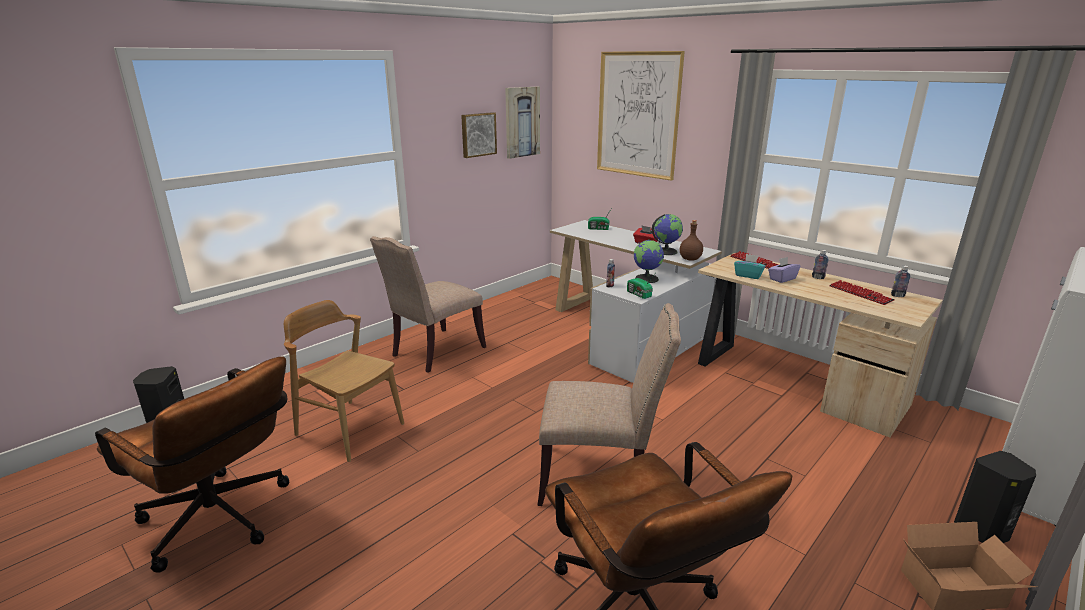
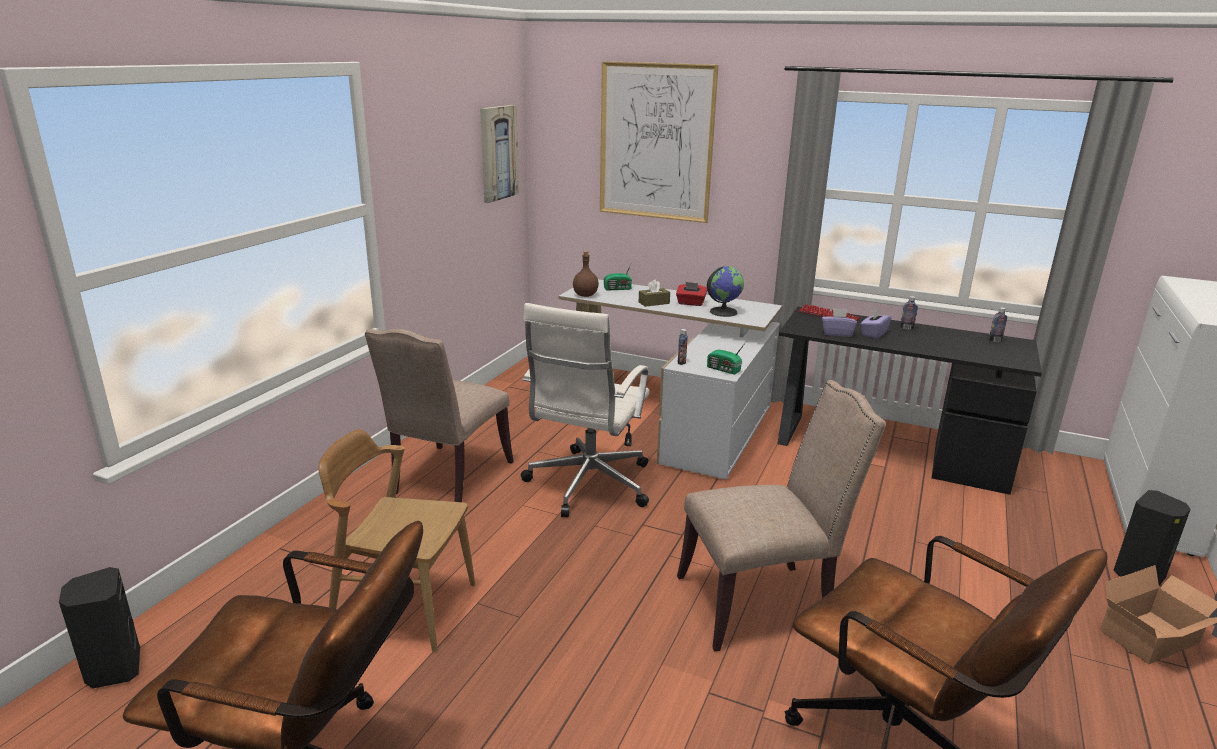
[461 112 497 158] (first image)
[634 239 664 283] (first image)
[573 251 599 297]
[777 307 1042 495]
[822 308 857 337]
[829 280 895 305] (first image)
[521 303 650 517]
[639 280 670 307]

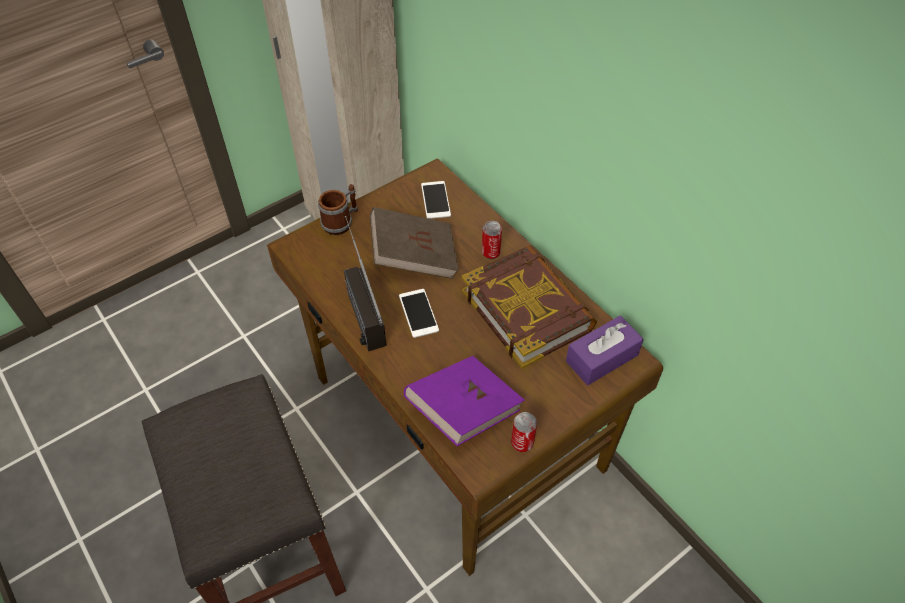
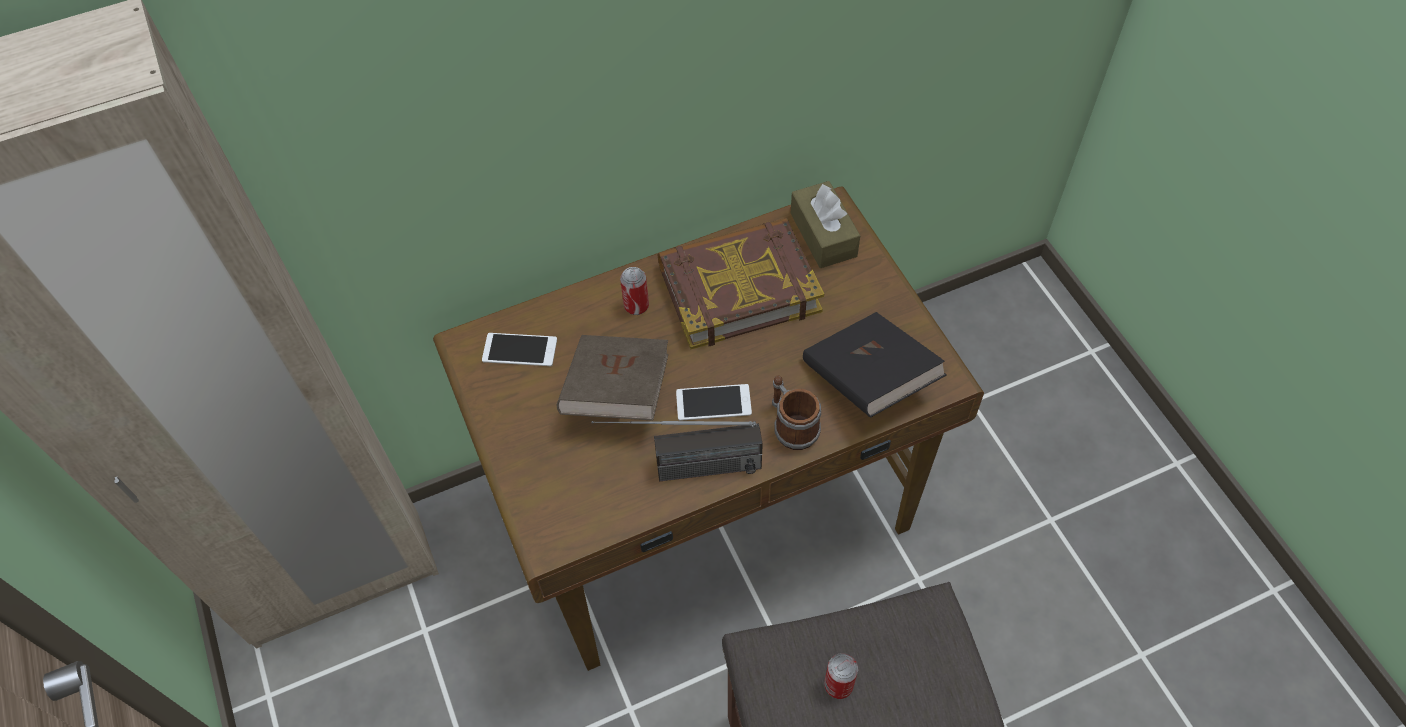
[772 376 821 450]
[803 312 947 418]
[824 653 858 699]
[791 181 860 268]

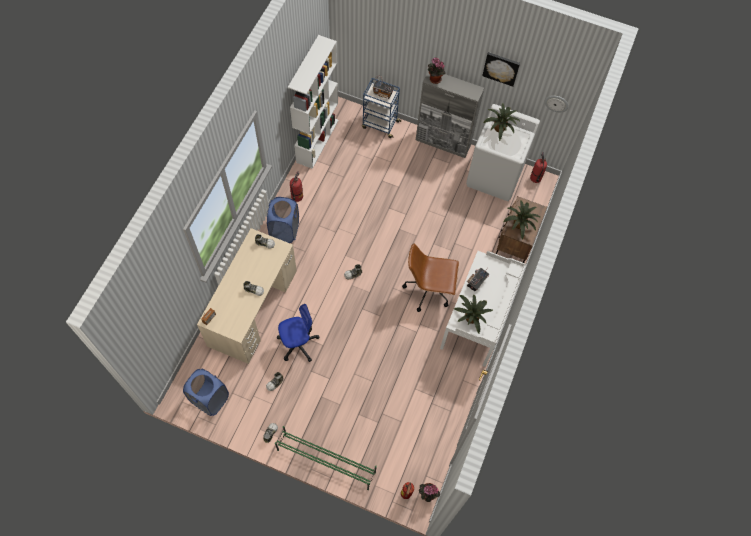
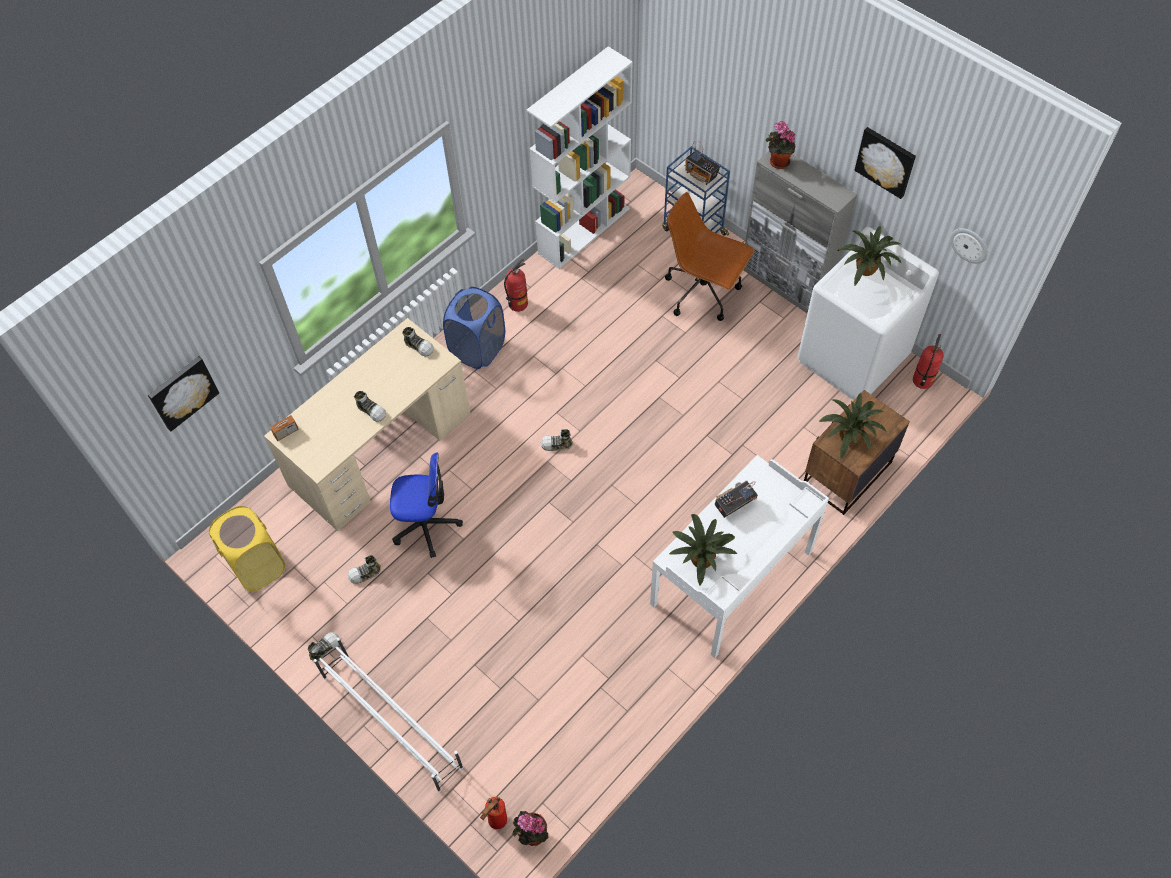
[208 506 285 592]
[314 638 463 792]
[665 192 754 321]
[148 356 219 431]

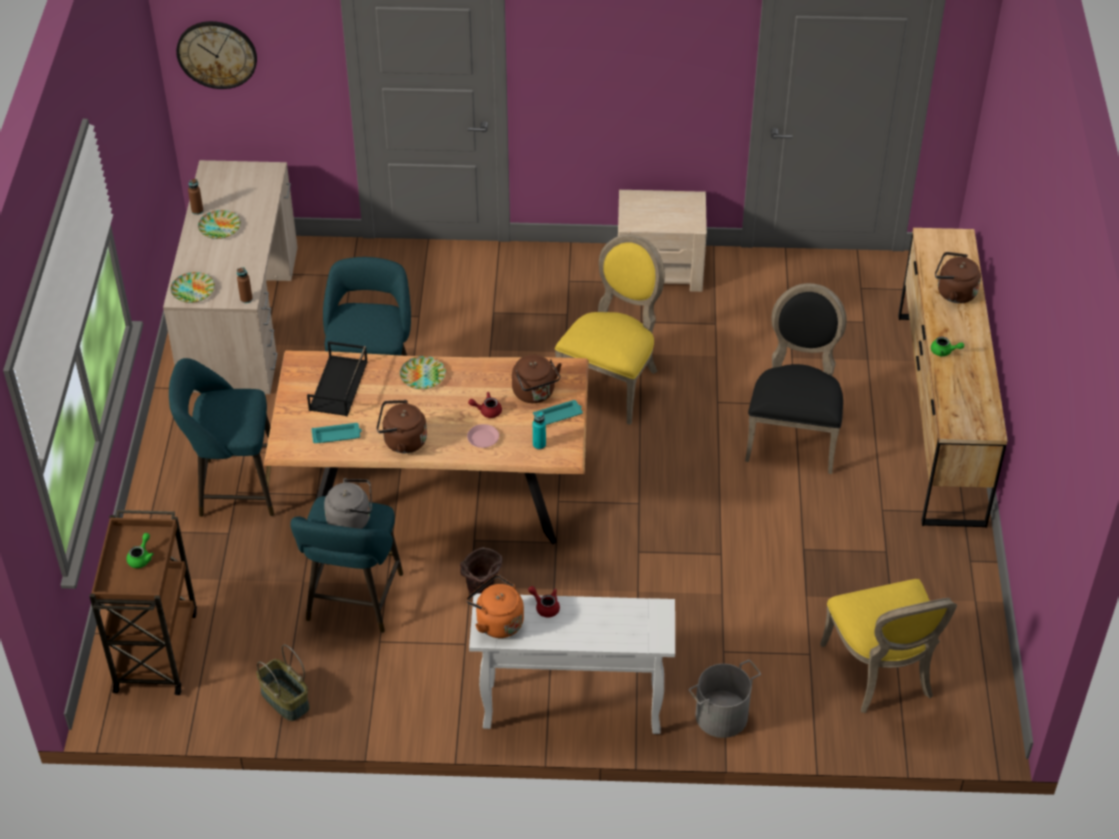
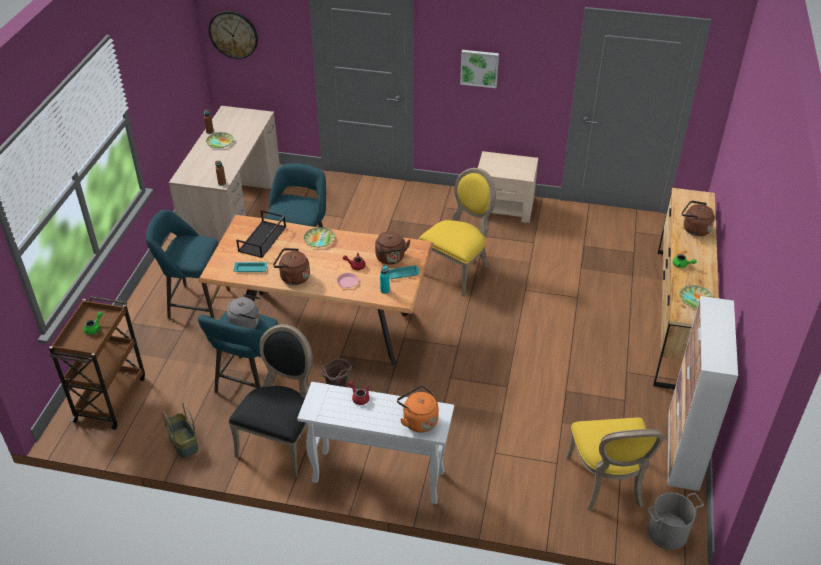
[680 285 714 308]
[397 385 439 433]
[647 493 704 550]
[229 324 313 477]
[460 50 499 88]
[667 296 738 491]

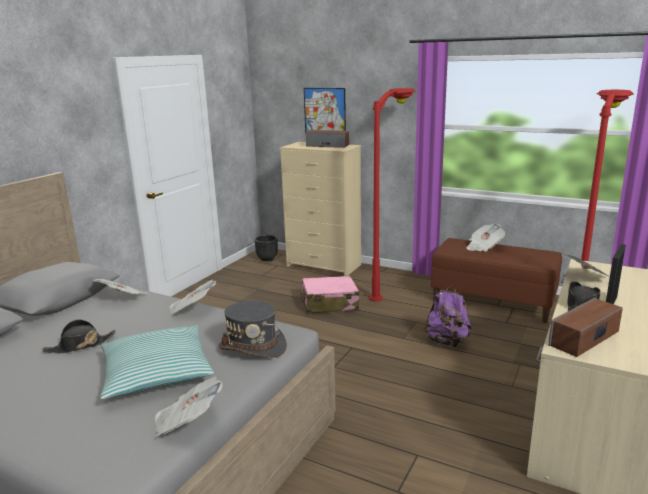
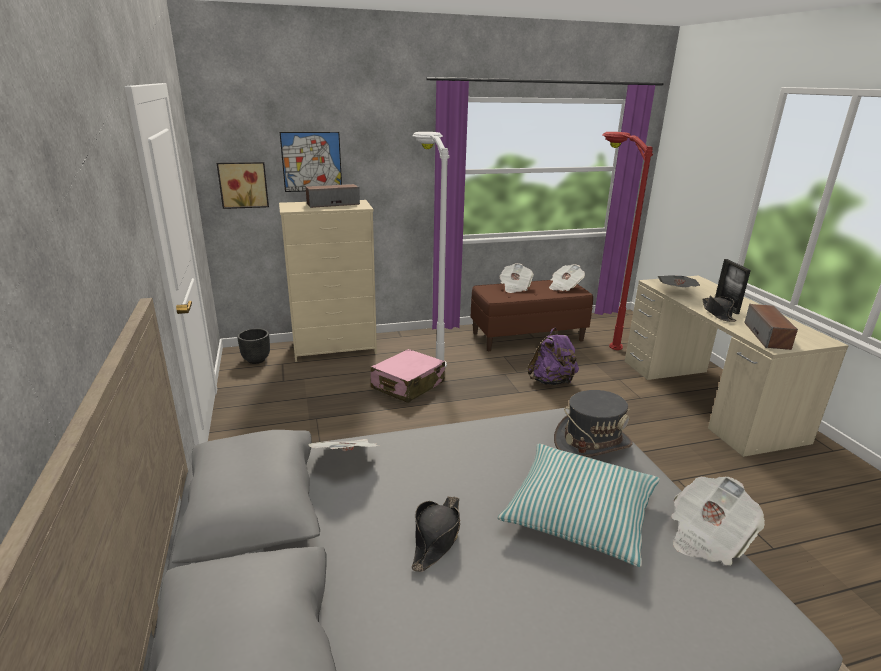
[549 264 585 291]
[412 132 449 367]
[216 162 269 209]

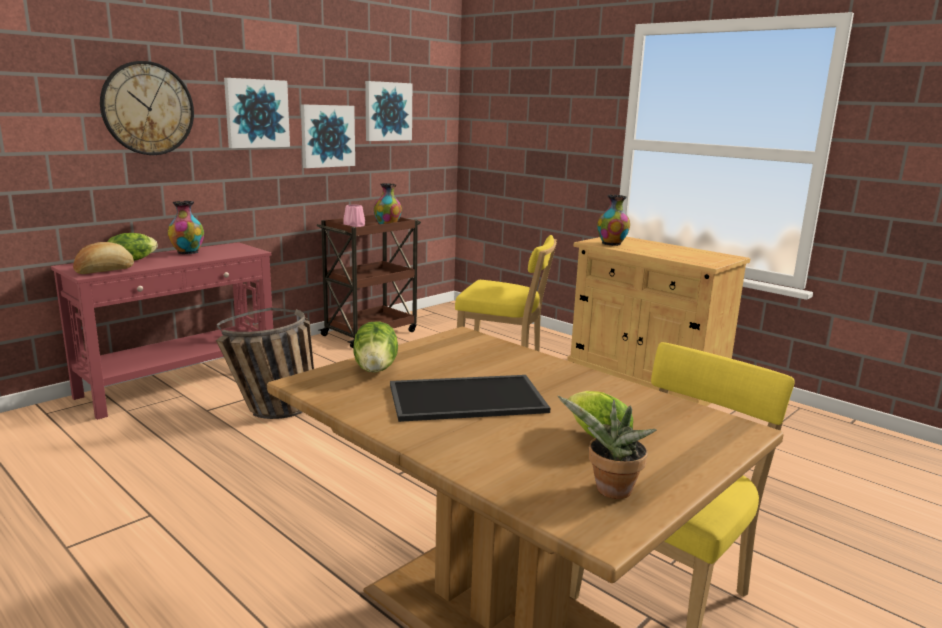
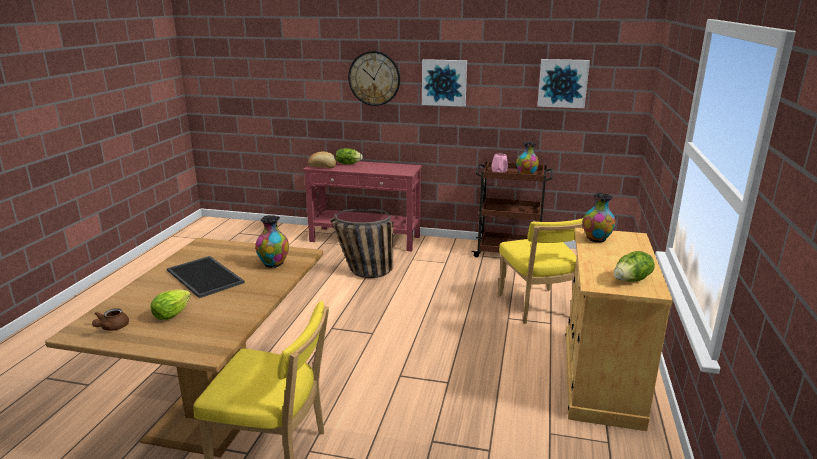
[255 215 289 268]
[301 104 355 168] (first image)
[614 251 655 282]
[92 308 129 331]

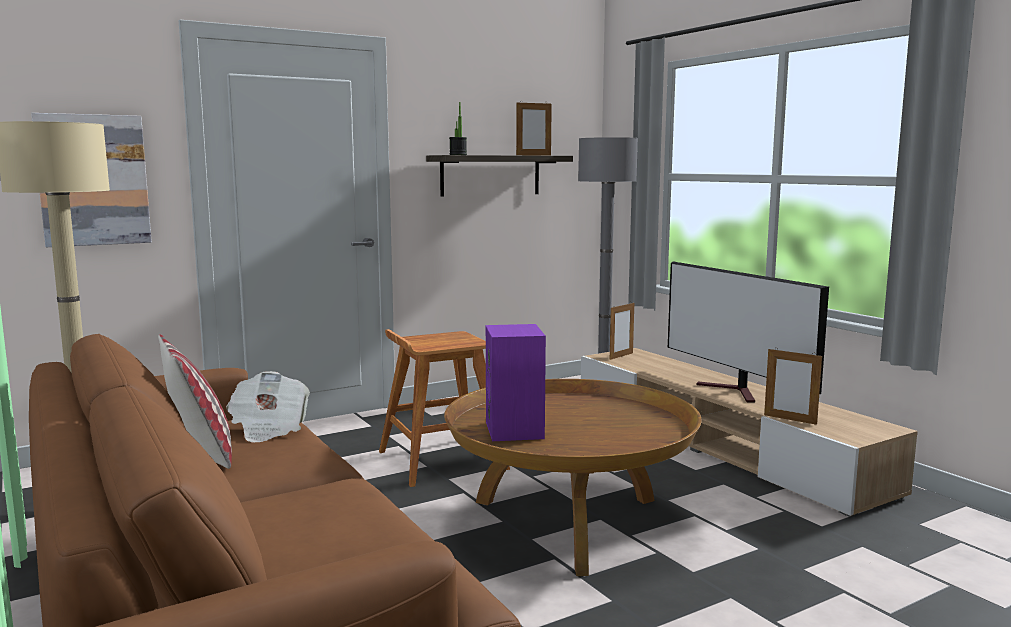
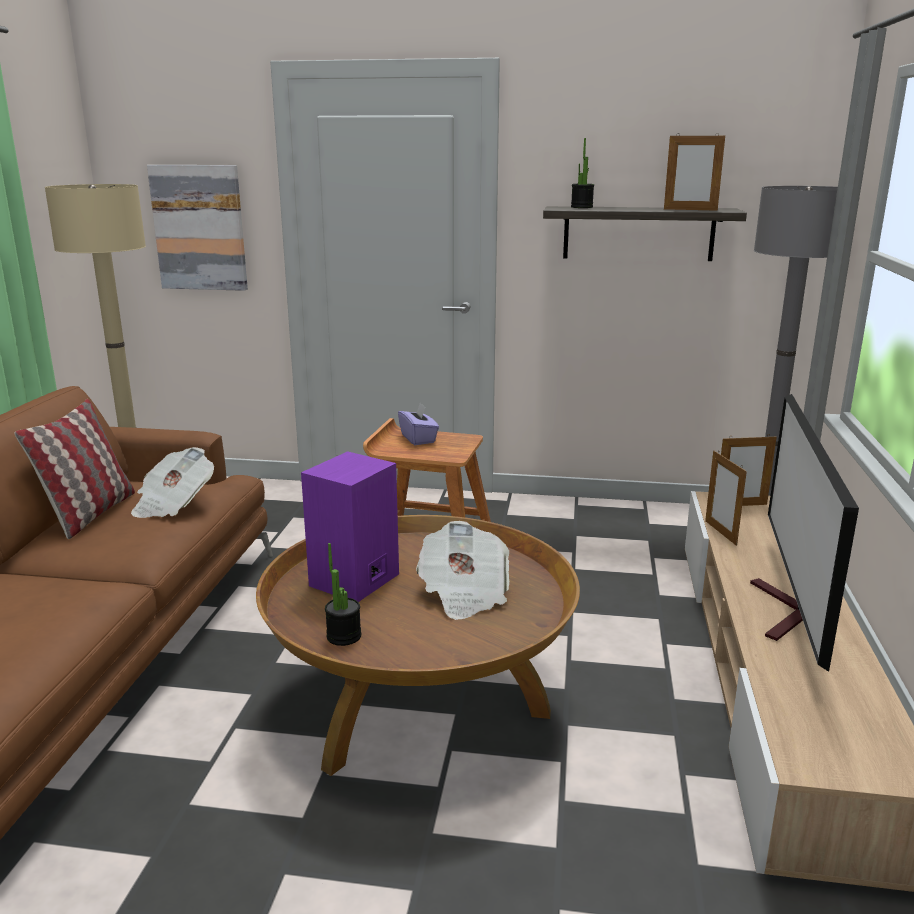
[705 451 747 546]
[325 543 361 646]
[398 403 439 445]
[416 521 509 620]

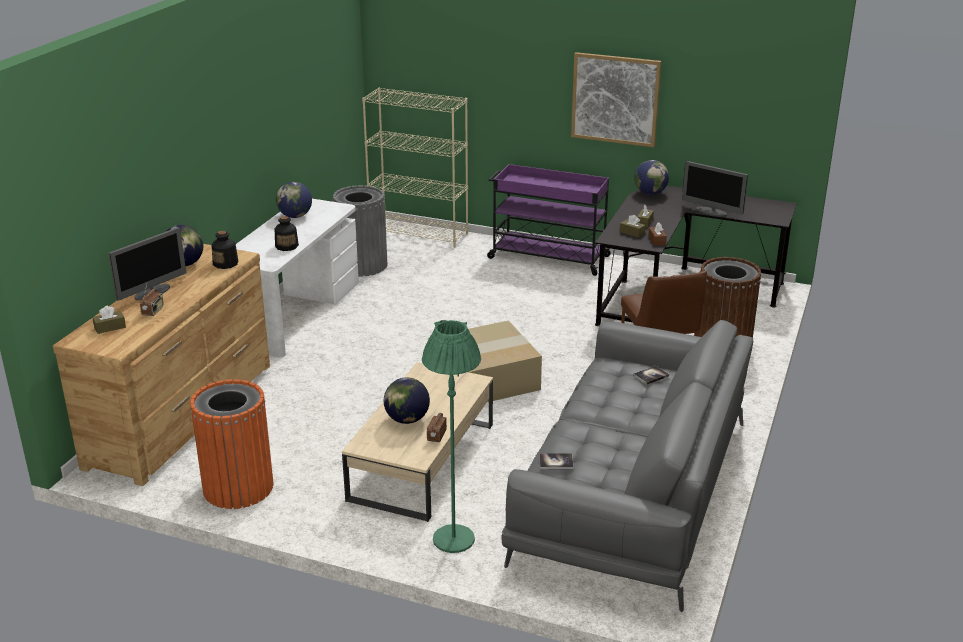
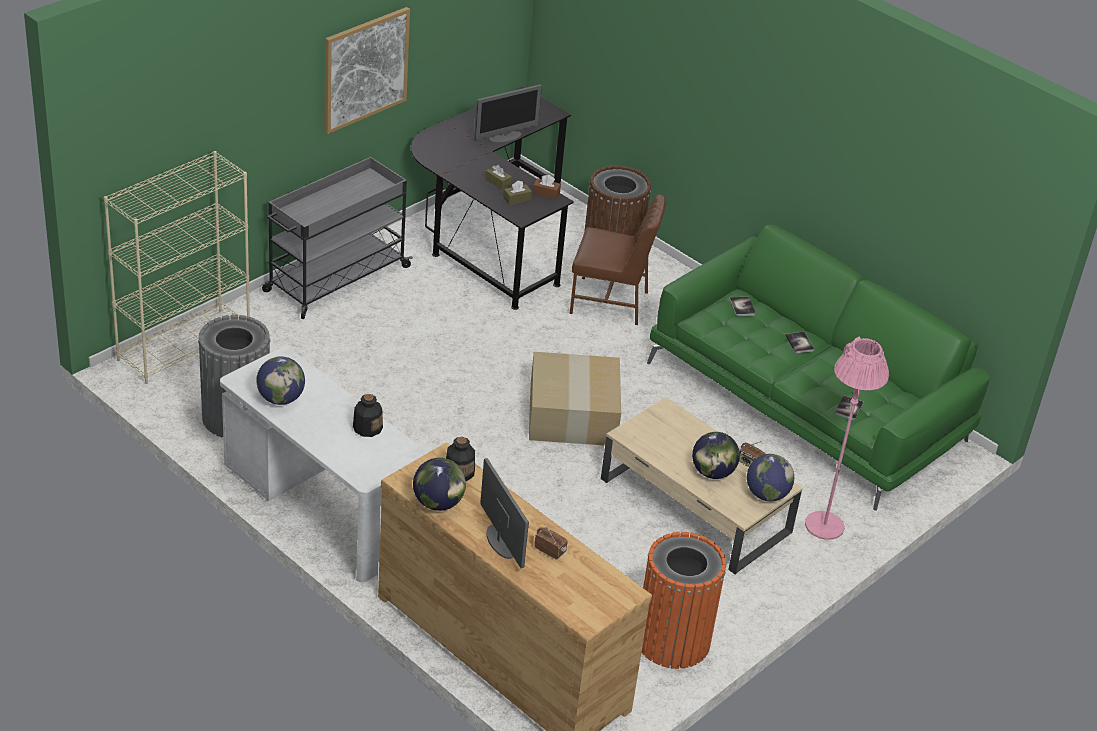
[92 306 126 334] (first image)
[805 336 889 540]
[262 157 413 319]
[647 225 991 511]
[747 454 794 501]
[785 332 815 353]

